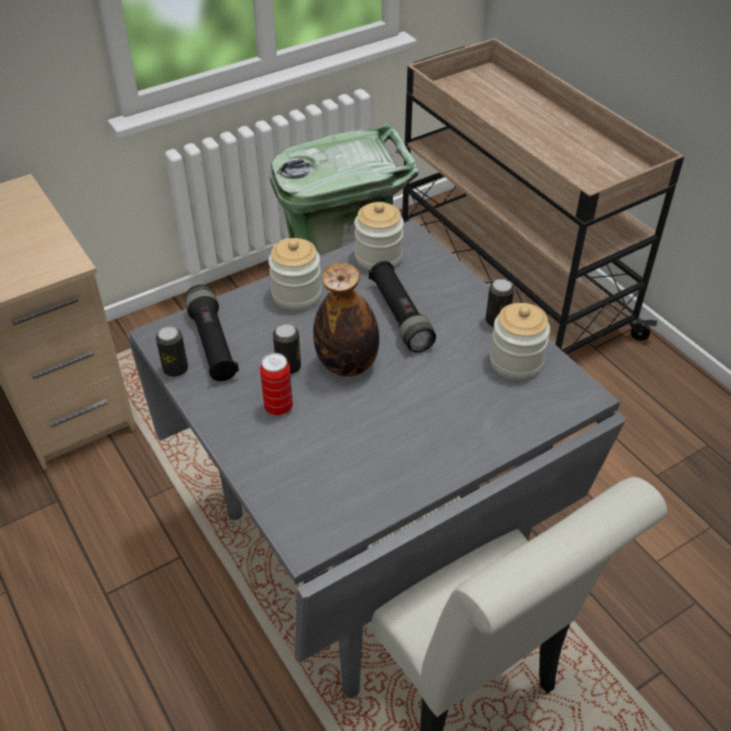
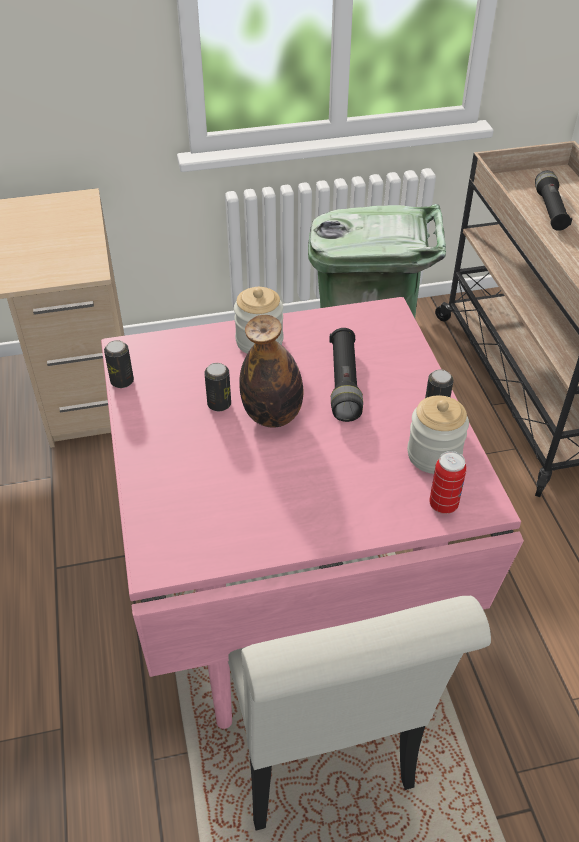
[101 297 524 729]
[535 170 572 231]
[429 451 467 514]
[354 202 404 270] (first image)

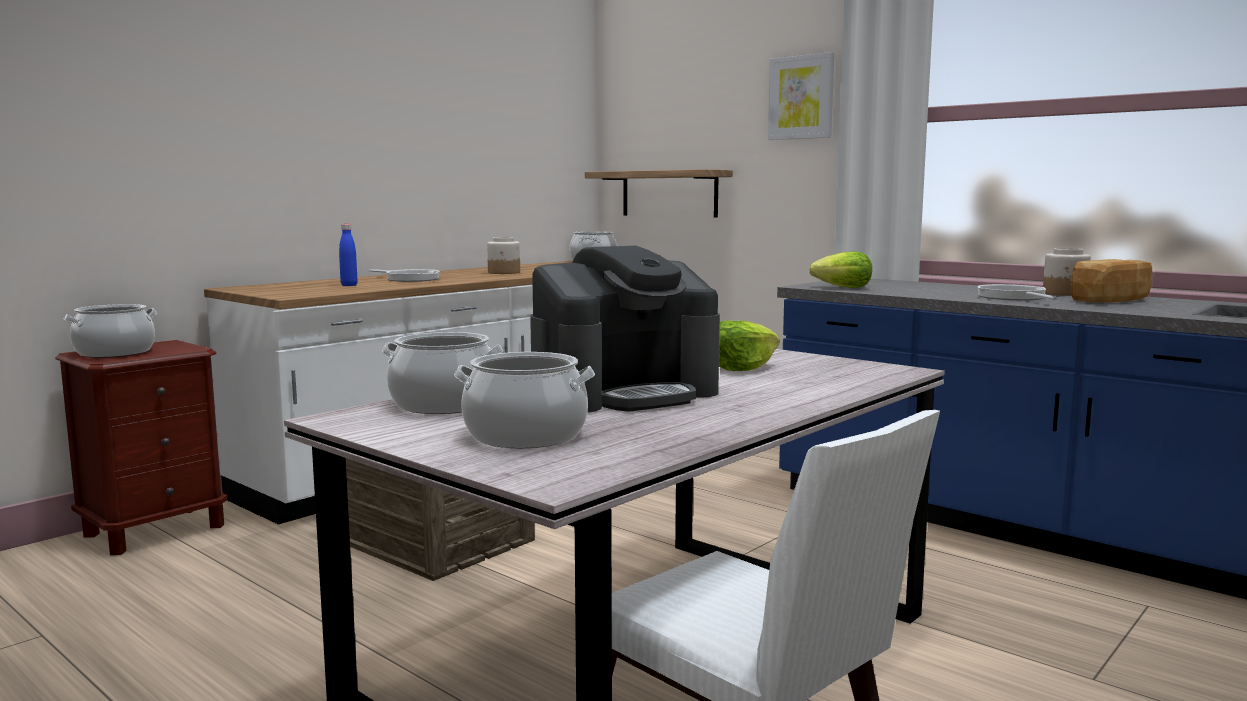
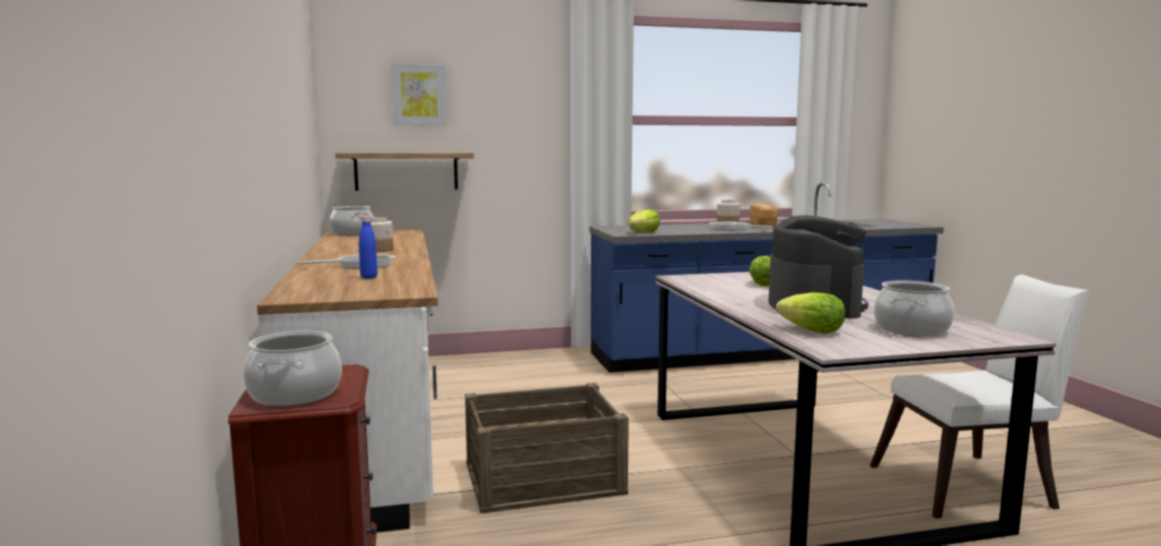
[776 292 845 334]
[391 63 447 126]

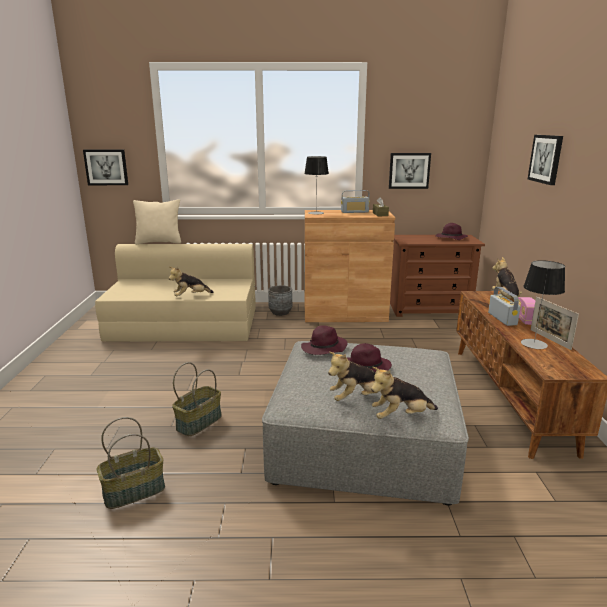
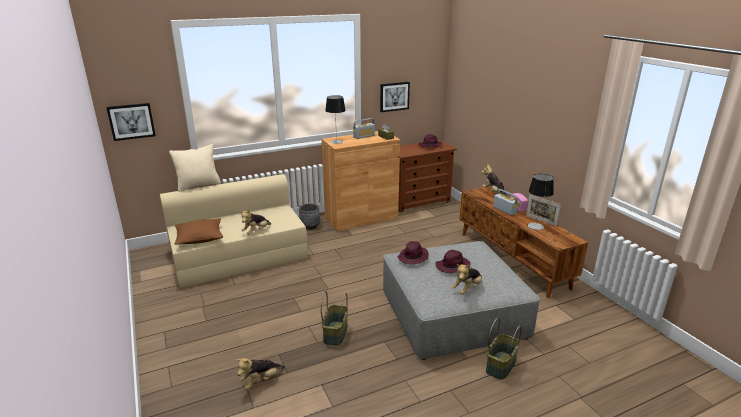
[486 318 521 380]
[236 358 285 390]
[528 135 563 185] (first image)
[175 218 223 245]

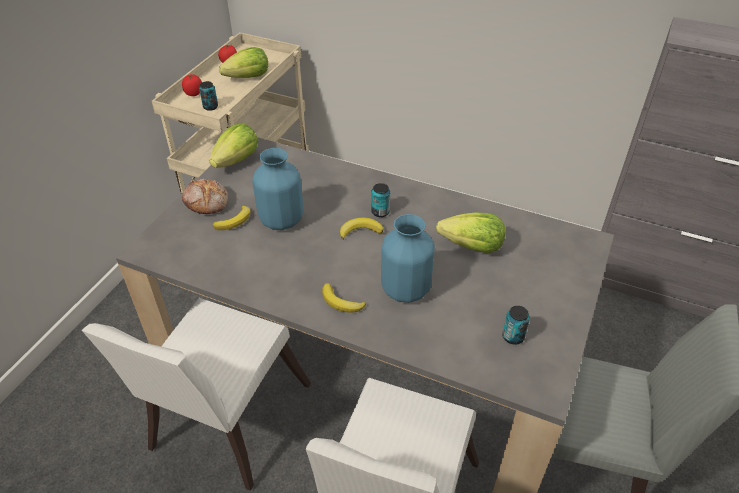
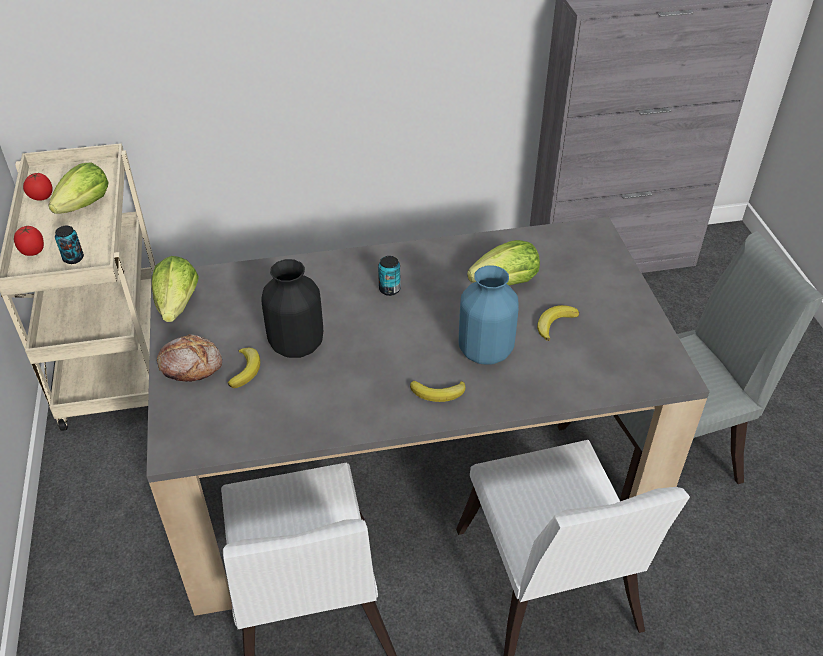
[262 259 323 358]
[537 305 579 341]
[502 306 530 345] (first image)

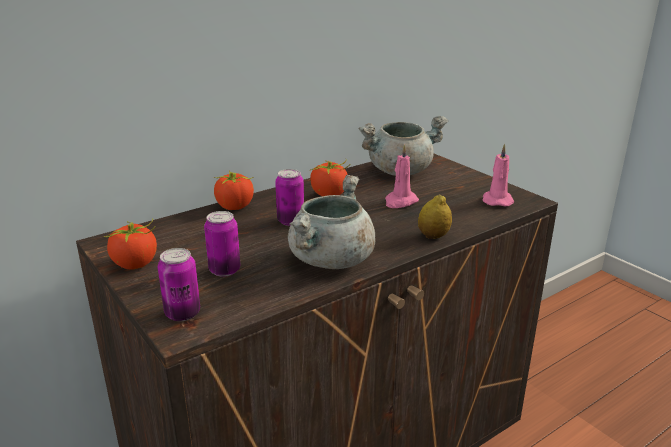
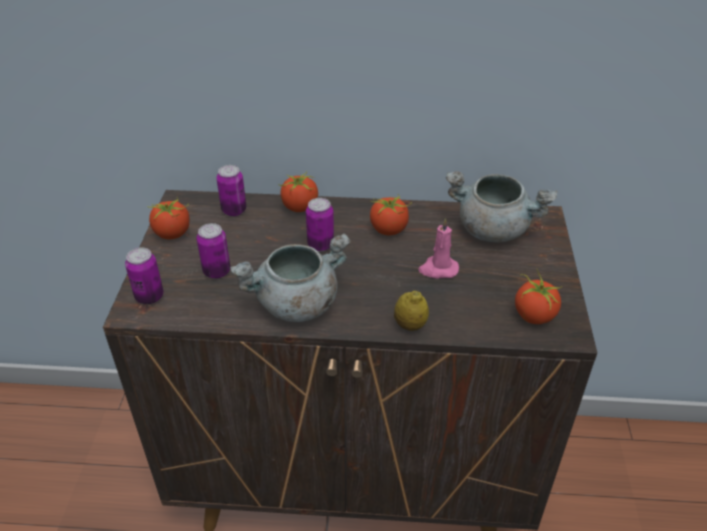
[515 268 561 324]
[216 165 246 216]

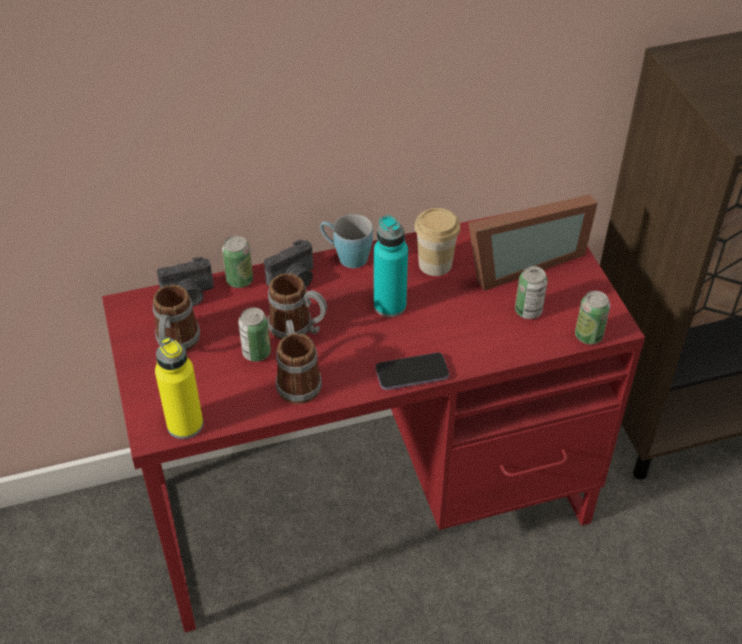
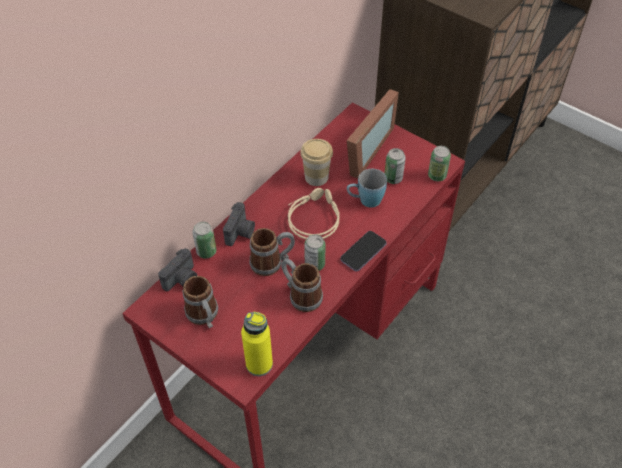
[304 234 326 271]
[347 169 387 208]
[288 188 340 239]

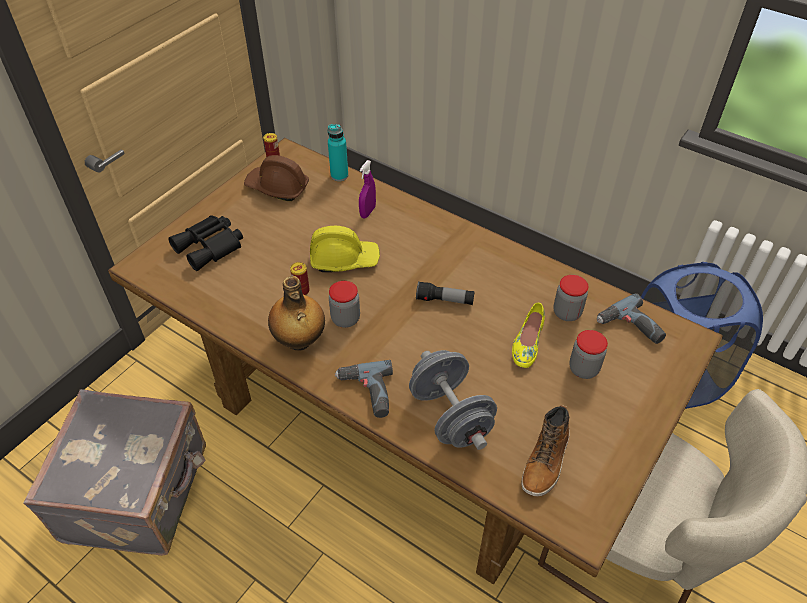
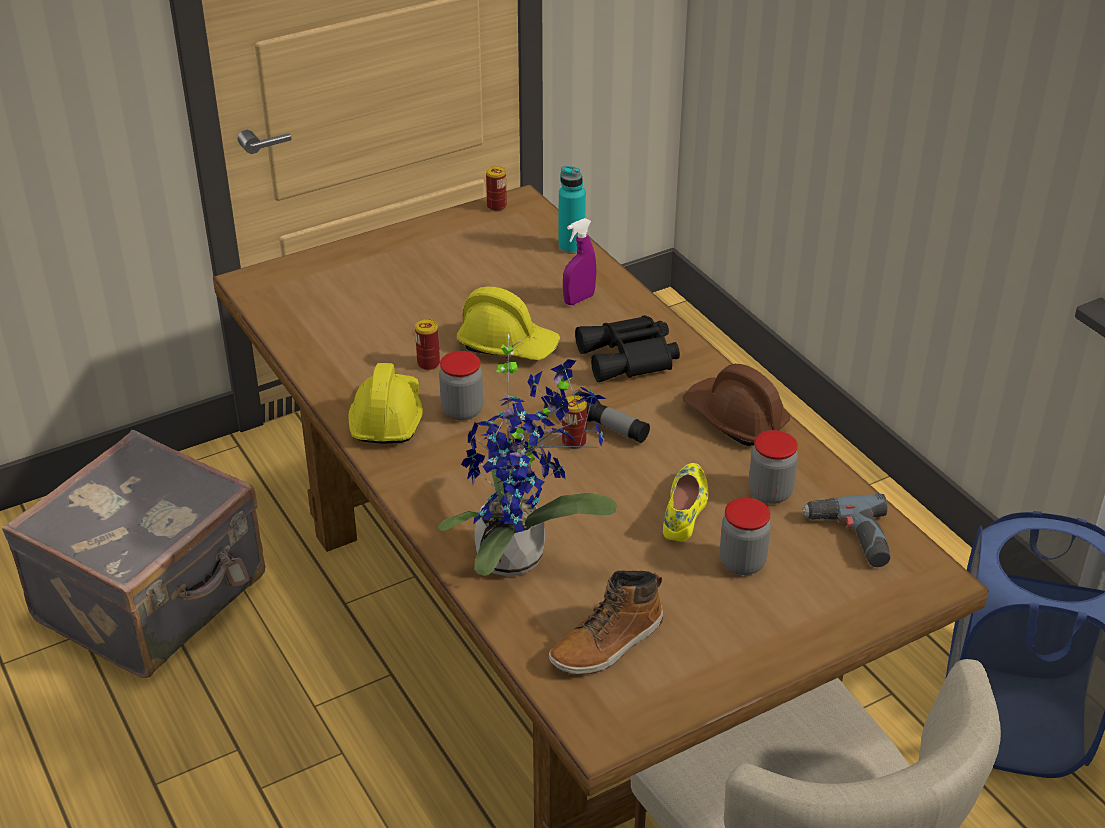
[575 315 680 382]
[683 364 790 446]
[348 363 423 444]
[335 360 393 418] (first image)
[438 333 617 577]
[663 463 708 541]
[562 395 587 449]

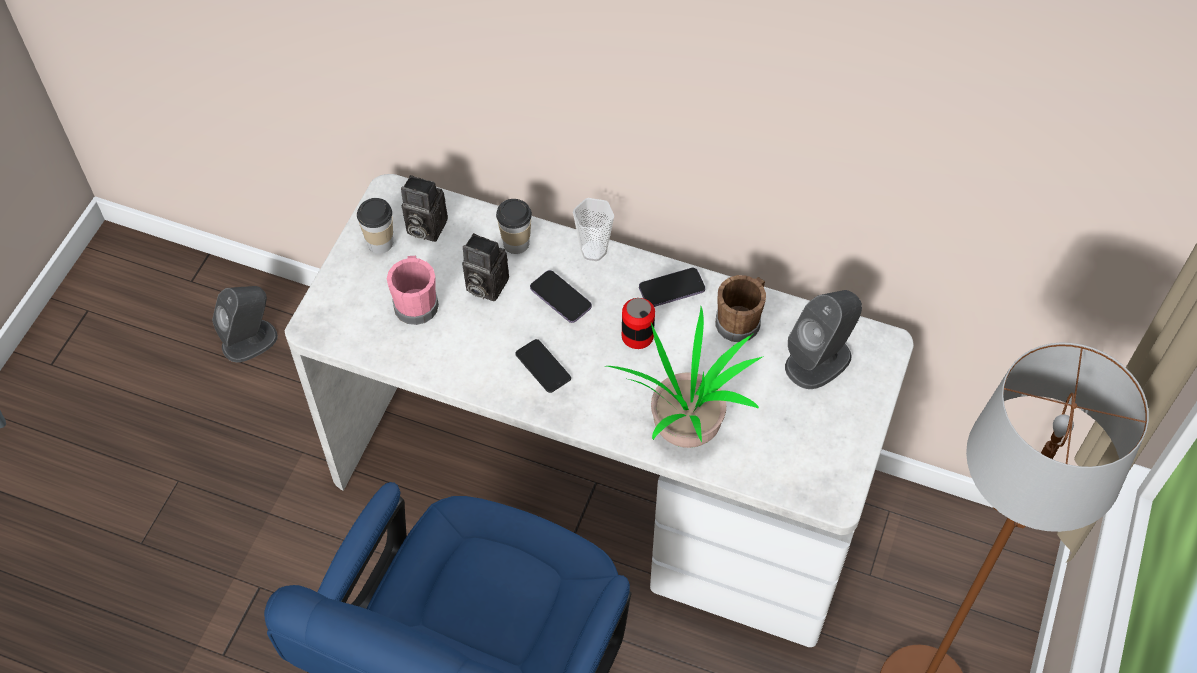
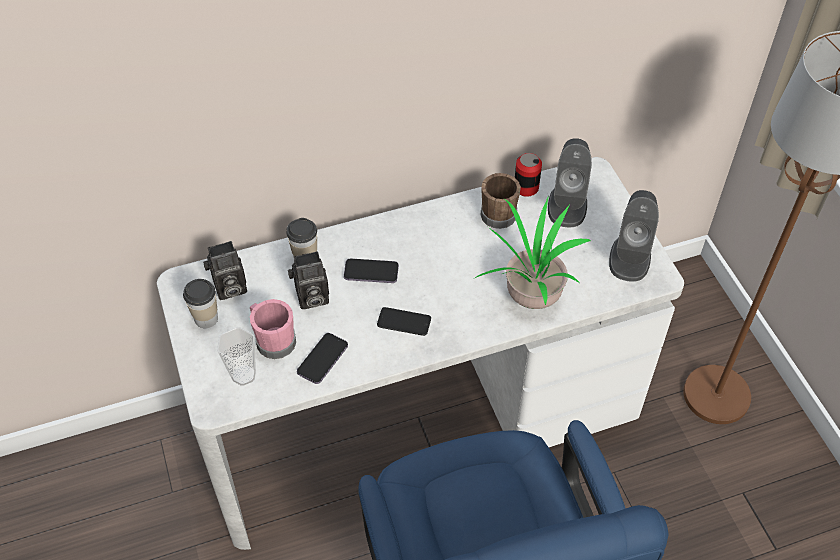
[609 190 659 282]
[217 327 256 386]
[515 153 542 197]
[297 333 348 384]

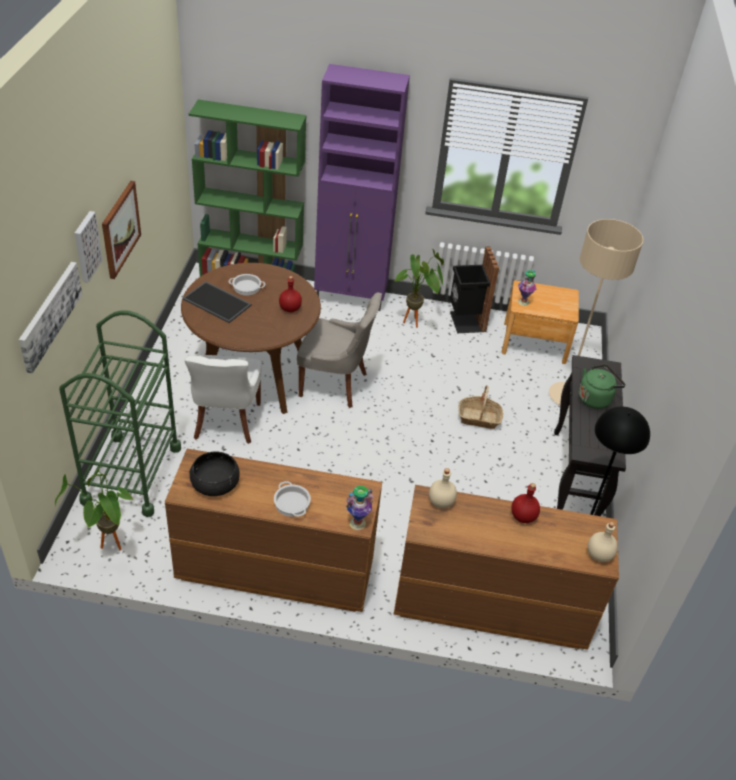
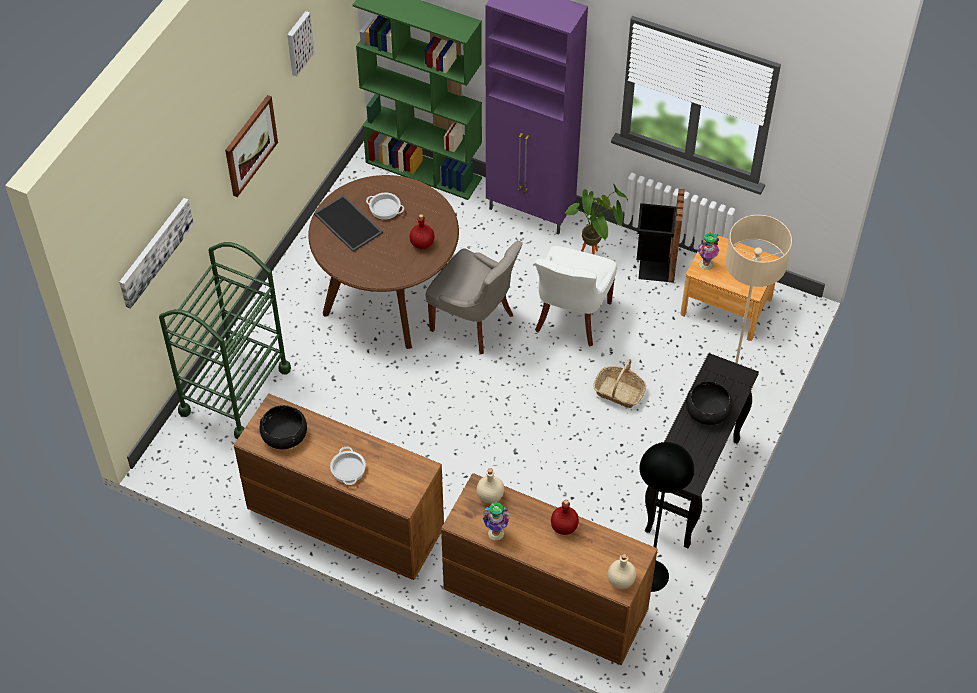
[55 464 134 550] (first image)
[287 11 315 76]
[535 246 617 346]
[483 502 510 540]
[686 381 733 425]

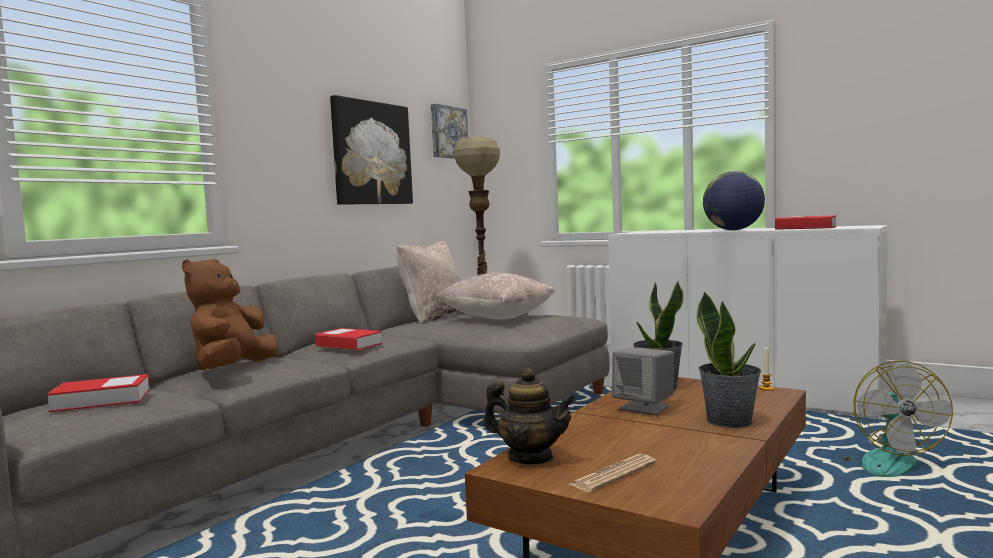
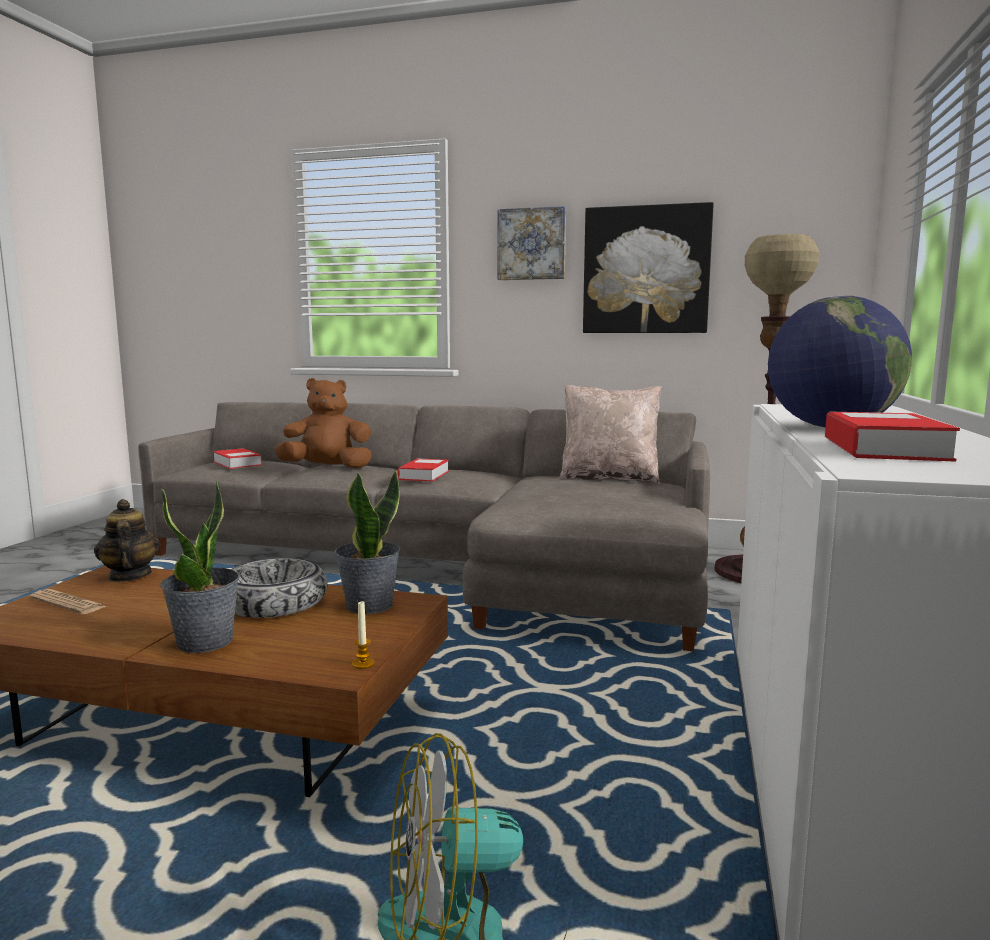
[497 206 566 280]
[438 272 555 319] (first image)
[94 499 160 582]
[232 558 328 618]

